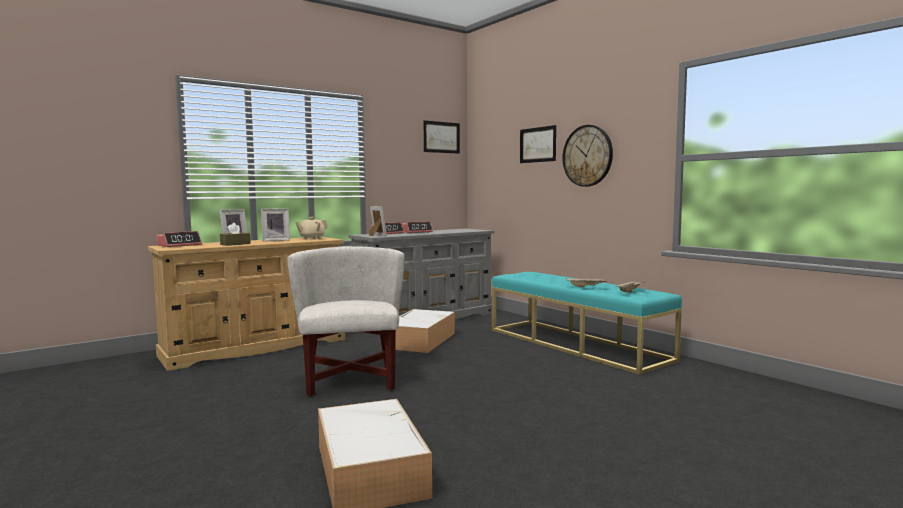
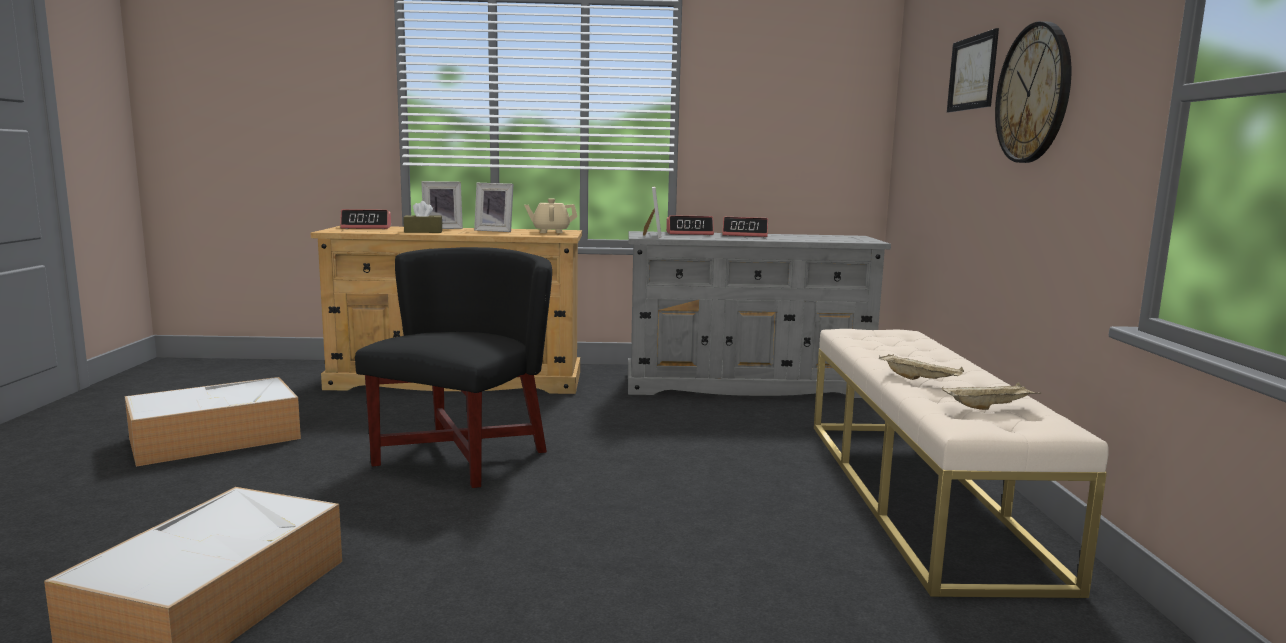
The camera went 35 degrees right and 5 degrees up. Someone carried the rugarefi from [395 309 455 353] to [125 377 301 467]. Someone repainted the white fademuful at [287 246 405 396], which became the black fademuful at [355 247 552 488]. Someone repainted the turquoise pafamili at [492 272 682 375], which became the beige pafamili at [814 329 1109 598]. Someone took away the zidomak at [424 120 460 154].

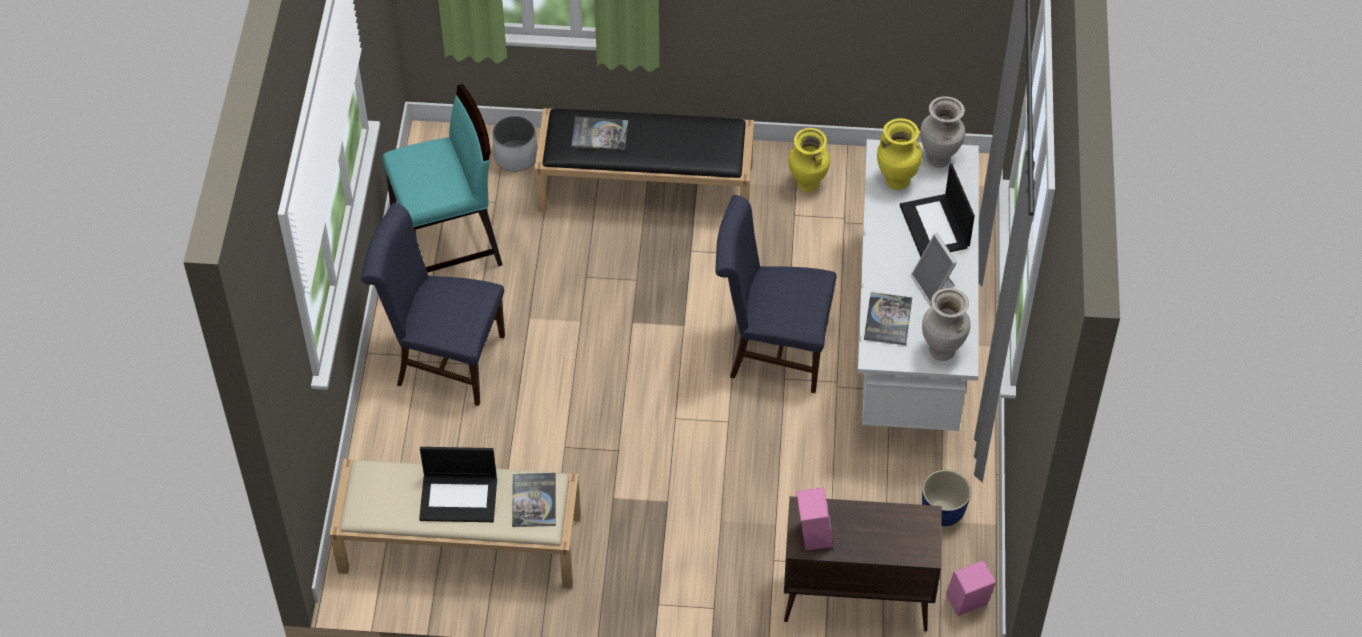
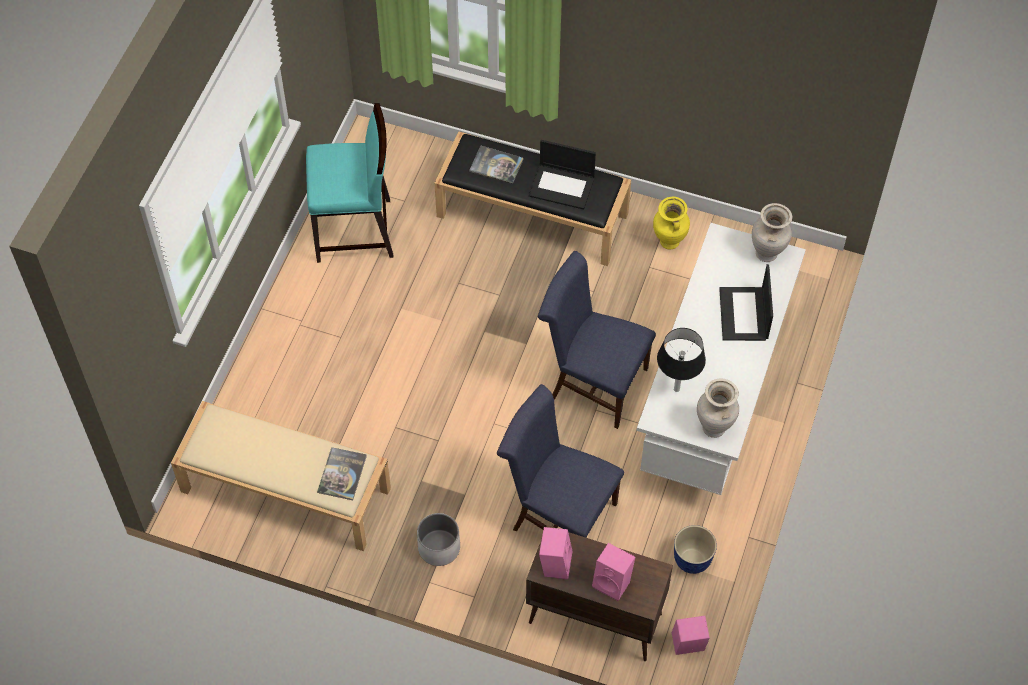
The camera went 15 degrees right and 5 degrees up. Someone carried the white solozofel from [492 116 537 172] to [417 513 460 566]. Someone carried the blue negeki from [361 203 505 406] to [497 384 624 537]. Someone carried the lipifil from [419 447 497 522] to [529 140 596 210]. Someone put down the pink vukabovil at [592 543 635 601]. Someone swapped the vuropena at [864 292 912 345] for the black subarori at [657 328 706 392]. Someone took away the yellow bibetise at [877 118 922 190]. Someone took away the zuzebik at [911 233 957 305].

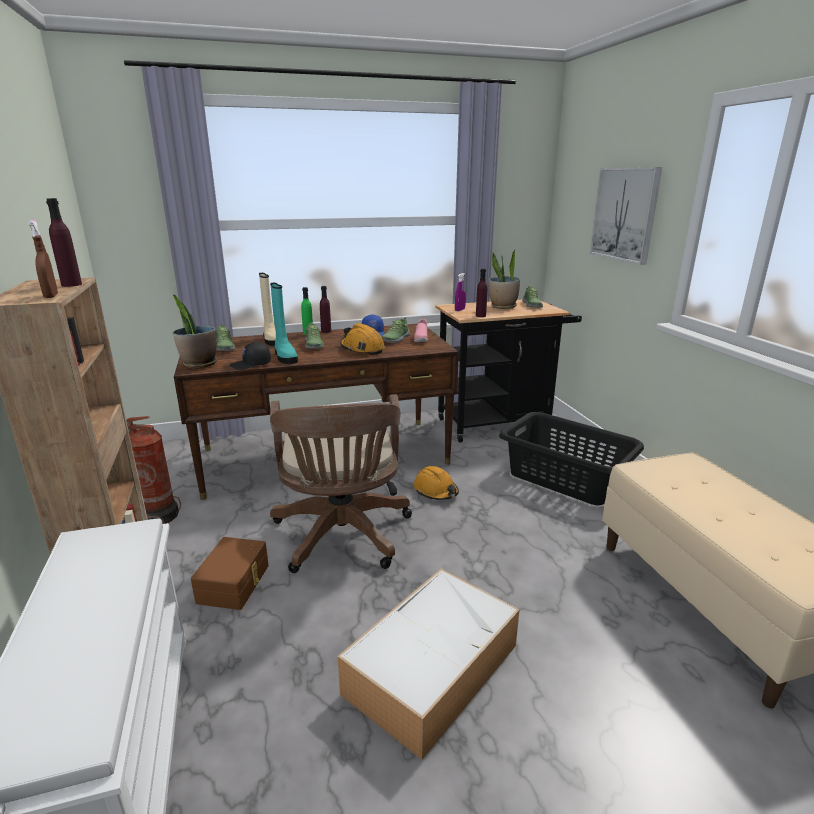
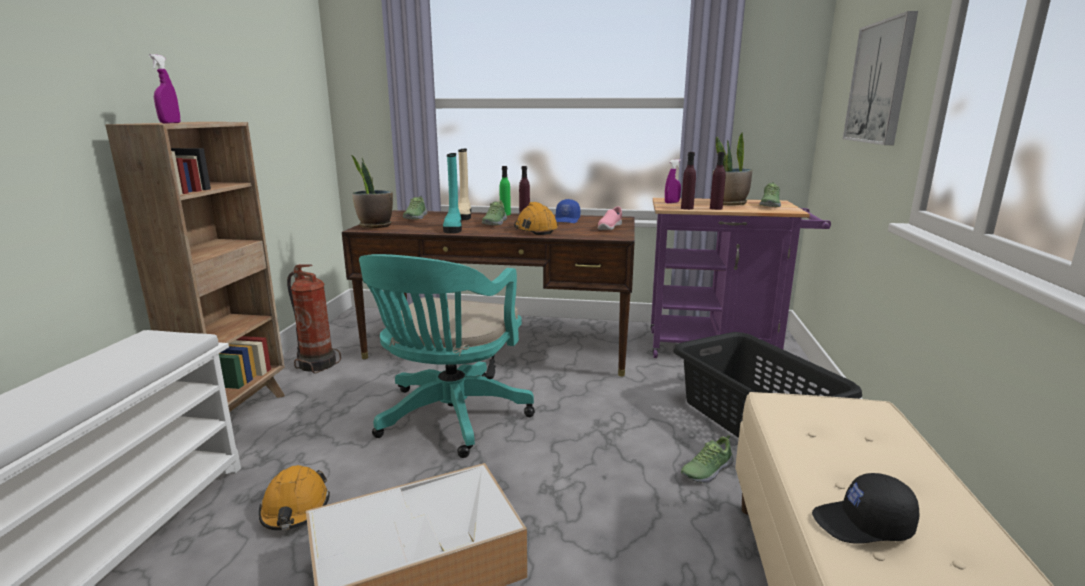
The camera went 25 degrees right and 5 degrees down. Someone repainted the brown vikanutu at [28 219 58 298], which became the purple vikanutu at [149 54 180 123]. Someone carried the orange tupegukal from [414 466 459 500] to [259 465 330 530]. Someone repainted the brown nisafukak at [270 394 412 573], which became the turquoise nisafukak at [359 254 535 458]. Someone repainted the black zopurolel at [435 300 582 443], which became the purple zopurolel at [651 198 831 358]. Someone carried the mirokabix from [382 317 410 343] to [681 435 734 483]. Someone carried the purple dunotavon from [46 198 82 287] to [710 152 726 210]. Someone carried the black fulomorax from [230 342 271 370] to [812 473 919 544]. Someone took away the brown rugarefi at [191 537 269 610].

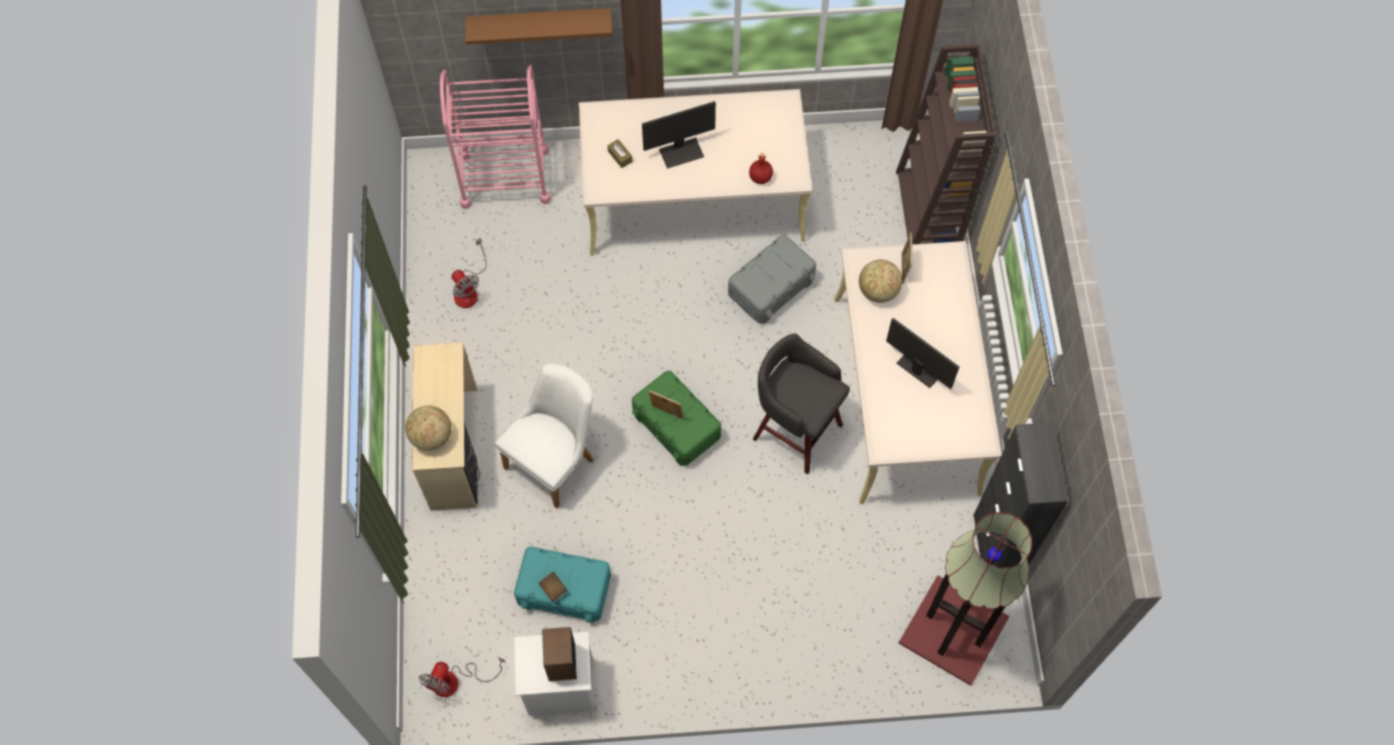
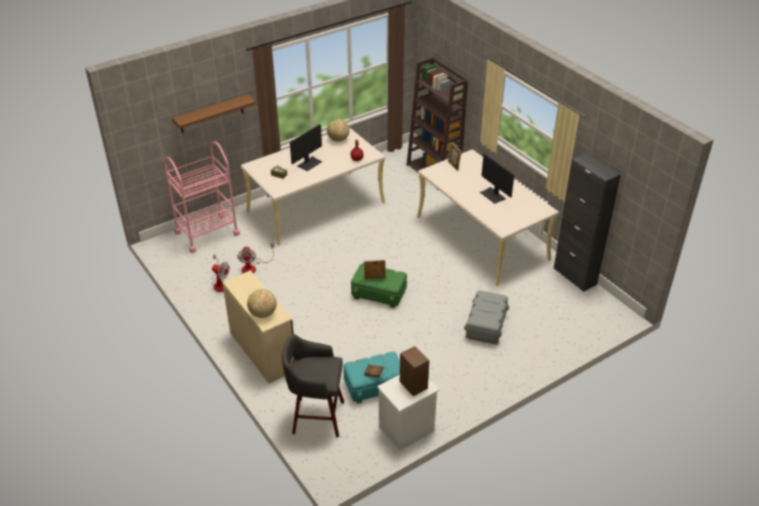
The camera went 30 degrees left and 25 degrees down. Someone carried the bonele from [419 657 506 697] to [237 243 274 273]. Someone carried the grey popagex from [753 333 850 474] to [282 334 344 437]. Someone carried the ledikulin from [859 259 902 303] to [327 119 349 142]. Someone carried the grey rugarefi from [728 235 816 324] to [464 290 509 345]. Someone rotated the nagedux at [886 318 959 389] by 135 degrees counterclockwise. Someone took away the white negeki at [495 364 593 508]. Someone took away the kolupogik at [899 512 1032 686].

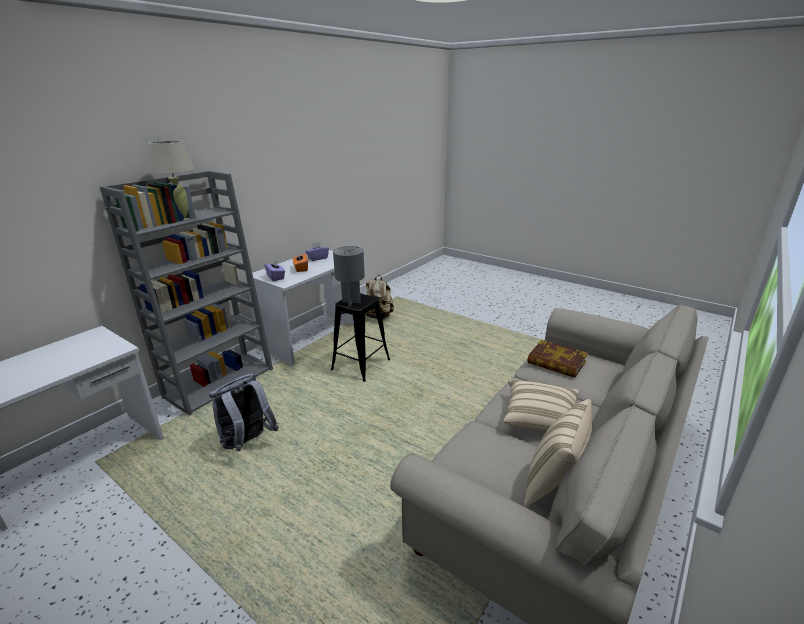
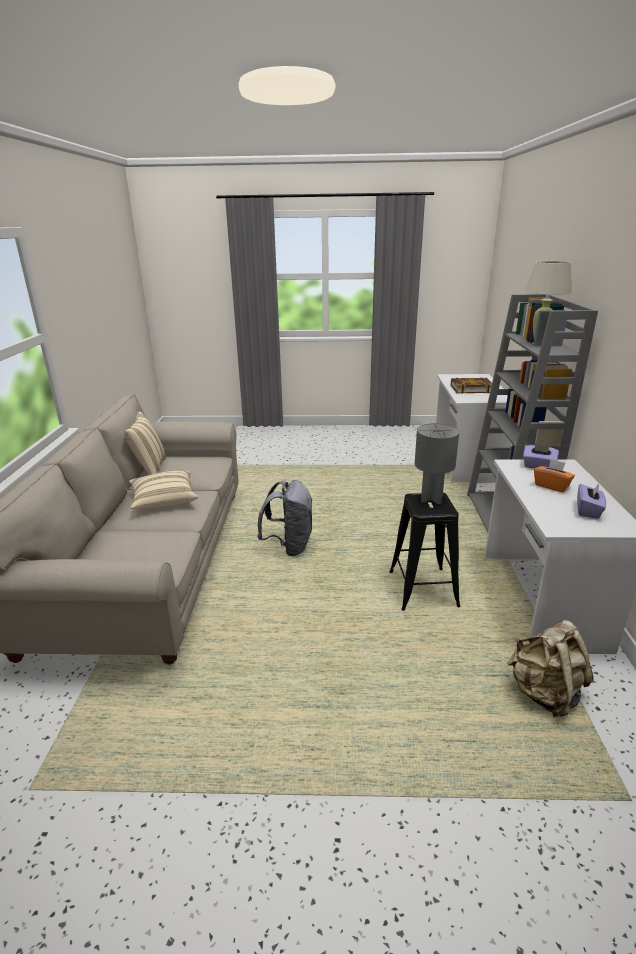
The camera went 145 degrees right and 0 degrees up. Someone carried the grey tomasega from [209 373 279 451] to [257 480 312 556]. Someone carried the vuropena from [527 340 588 378] to [451 377 492 394].

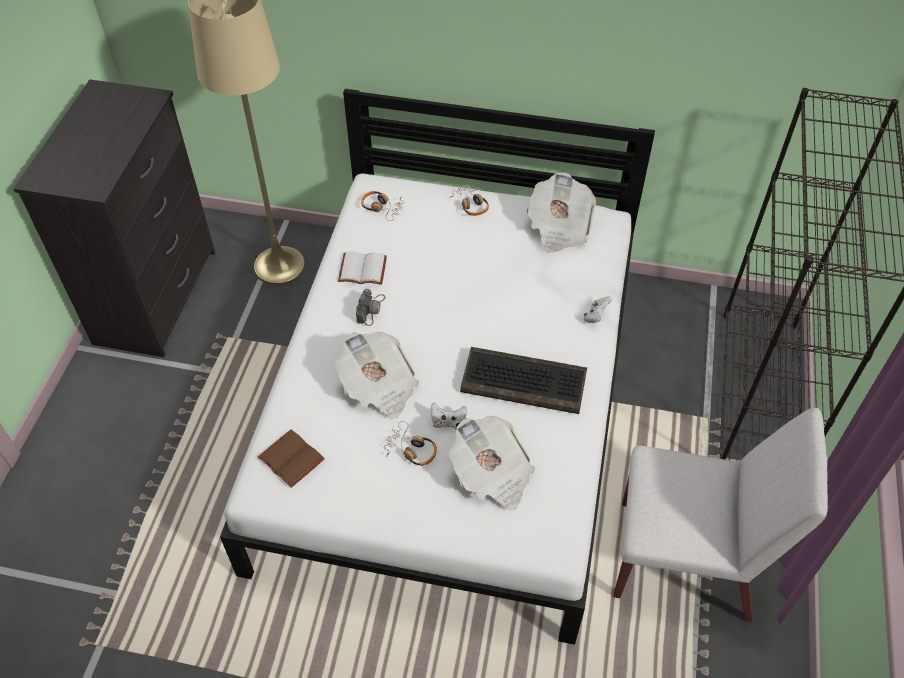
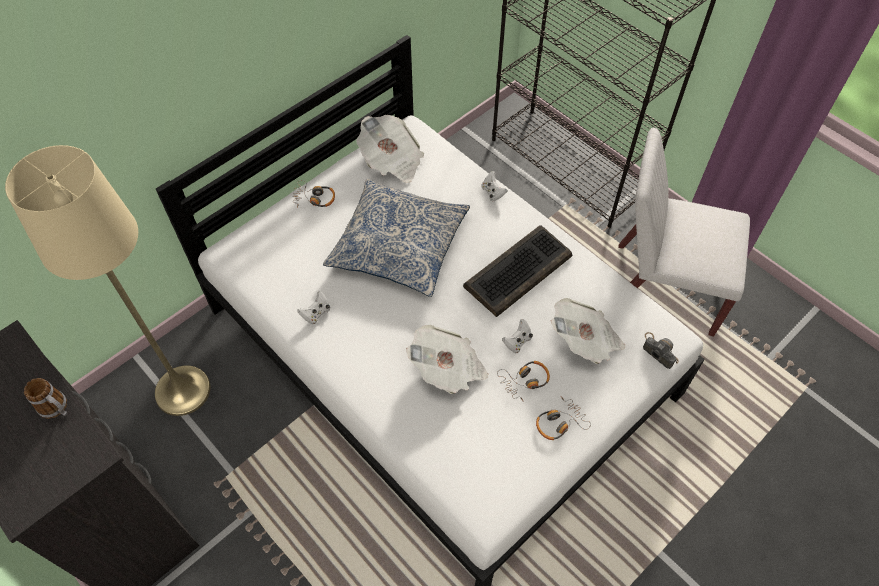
The camera went 55 degrees left and 5 degrees up. Someone put down the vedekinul at [24 378 67 419]. Someone swapped the white vuropena at [338 251 387 285] for the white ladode at [298 291 330 324]. Someone put down the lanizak at [323 179 470 297]. Someone carried the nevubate from [361 191 405 221] to [536 397 591 440]. Someone rotated the white negeki at [614 408 828 622] by 120 degrees counterclockwise. Someone carried the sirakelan from [356 289 385 326] to [643 332 679 369]. Someone took away the brown vuropena at [258 429 325 488].

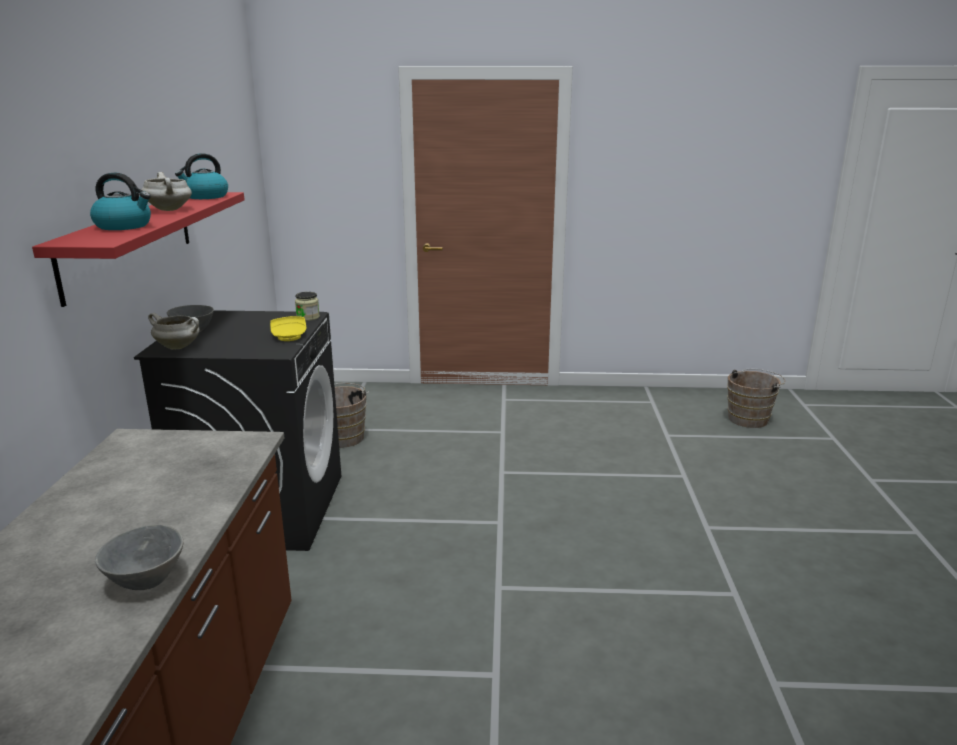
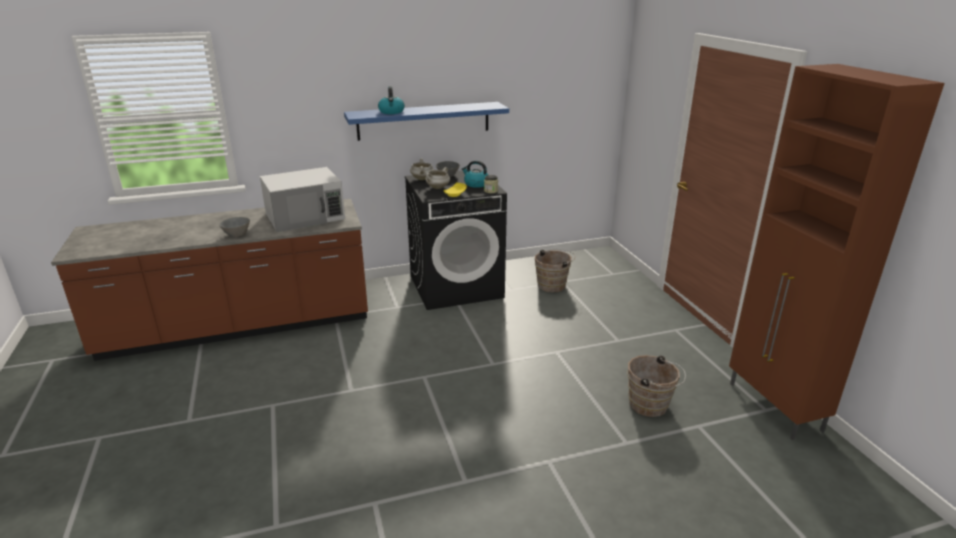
The camera went 70 degrees right and 5 degrees up. Someone put down the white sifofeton at [260 167 345 232]. Someone repainted the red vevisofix at [32 192 245 307], which became the blue vevisofix at [344 102 509 141]. Someone carried the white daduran from [141 172 192 211] to [425 167 450 189]. Someone carried the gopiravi from [175 153 228 199] to [462 160 488 188]. Someone carried the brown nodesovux from [727 369 785 428] to [627 355 686 417]. Someone put down the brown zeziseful at [729 64 945 440].

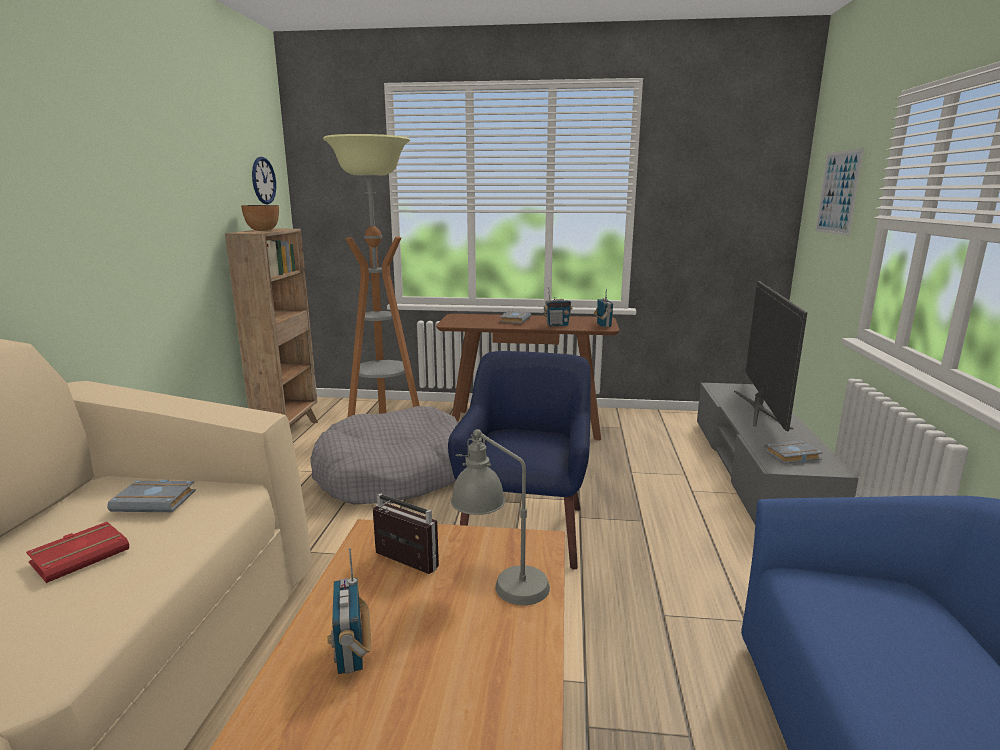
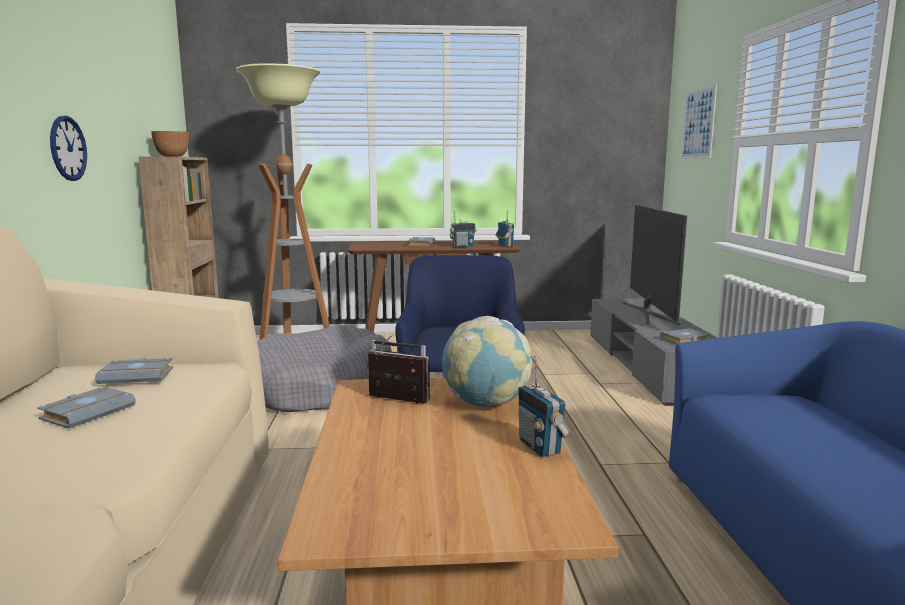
The camera went 10 degrees left and 5 degrees down. Someone repainted the red vuropena at [26 522 129 583], which became the grey vuropena at [37 386 136 429]. Someone carried the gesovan from [252 157 276 204] to [50 116 87 181]. Someone swapped the grey subarori at [451 429 550 605] for the ledikulin at [442 316 532 407]. Someone carried the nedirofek from [328 548 371 674] to [518 356 571 457].

